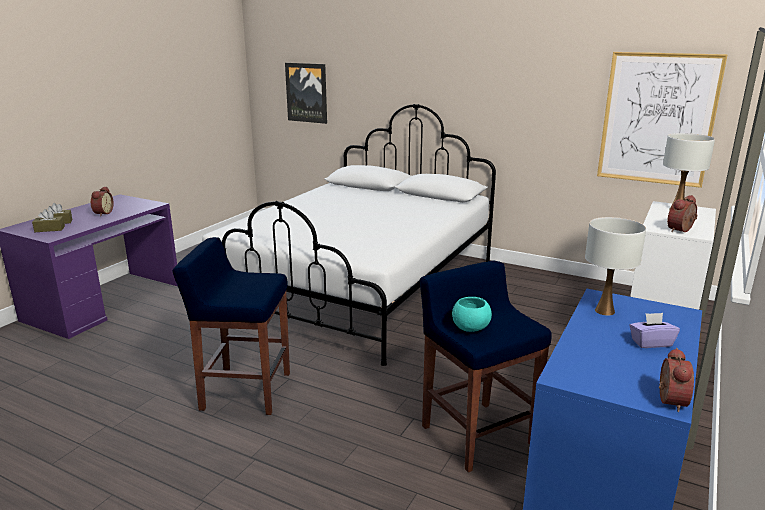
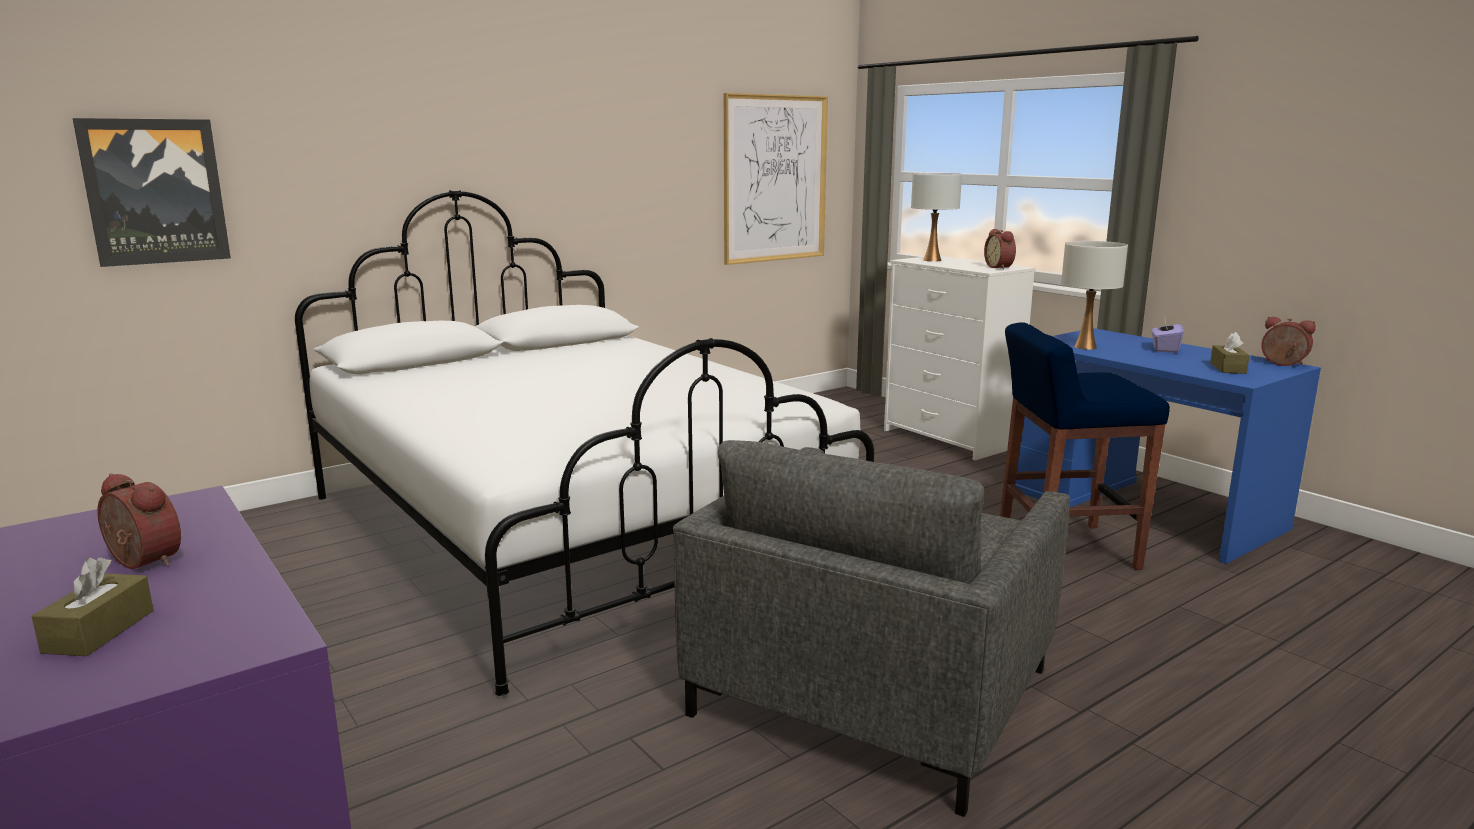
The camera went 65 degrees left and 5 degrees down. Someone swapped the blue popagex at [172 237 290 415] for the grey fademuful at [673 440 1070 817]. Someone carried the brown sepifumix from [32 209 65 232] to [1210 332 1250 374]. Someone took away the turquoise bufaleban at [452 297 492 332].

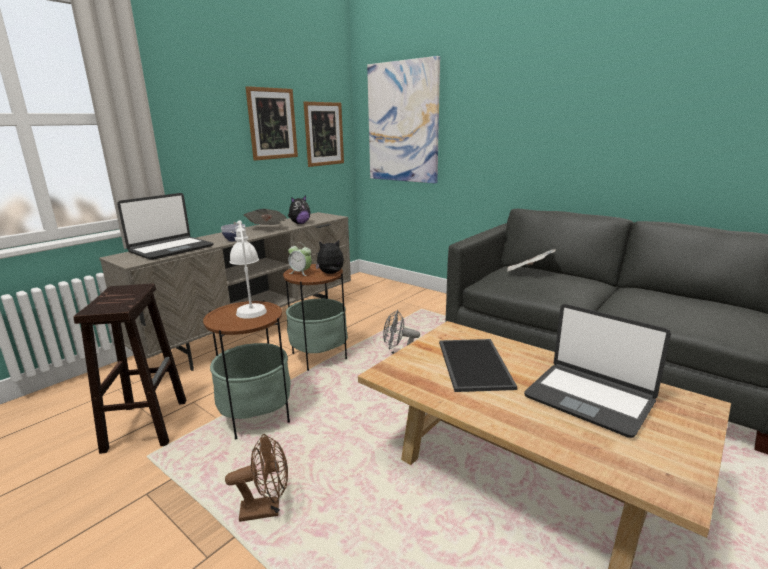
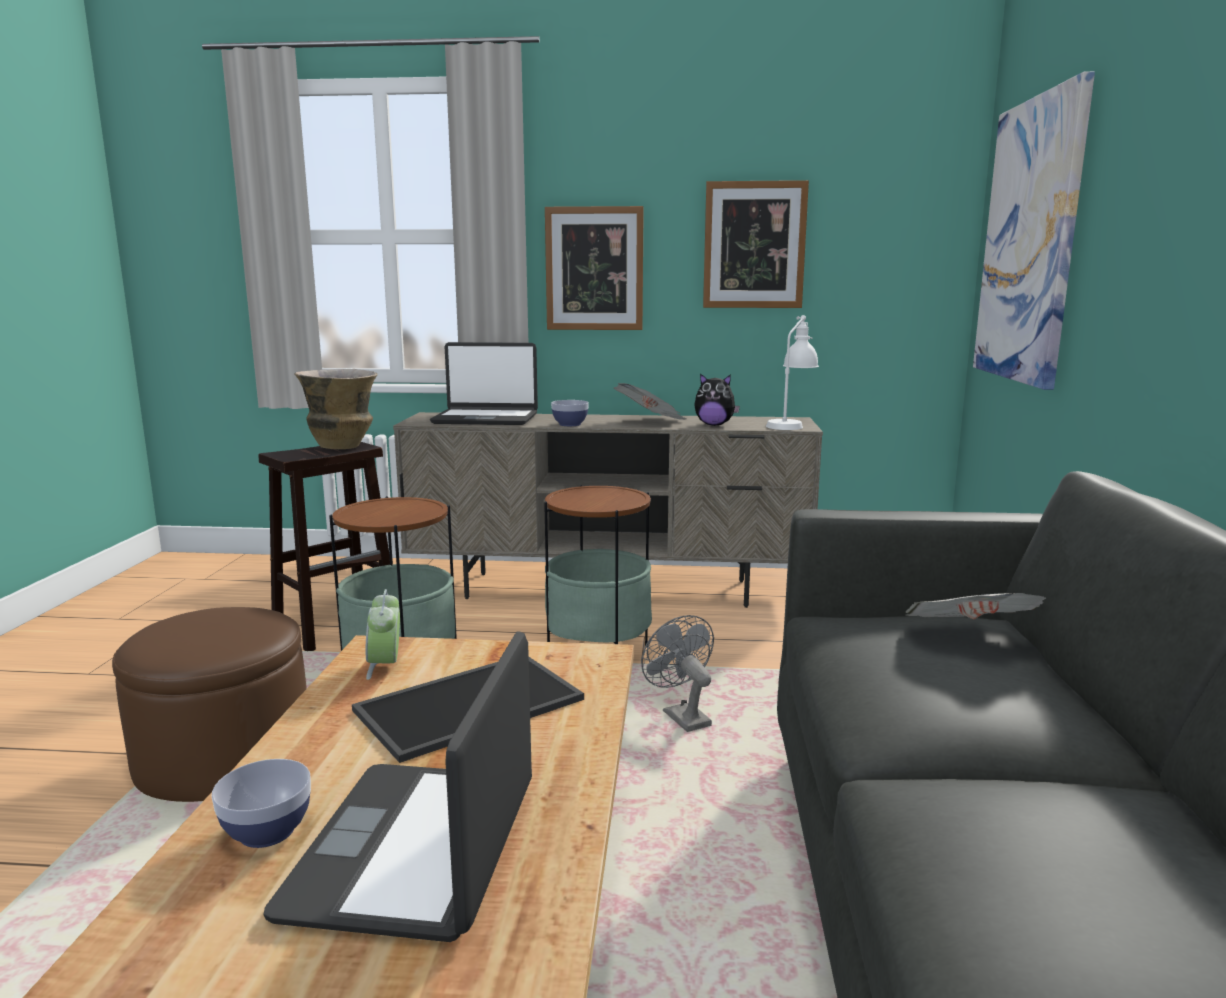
The camera went 55 degrees right and 5 degrees down. Someone swapped the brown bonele at [225 434 288 522] for the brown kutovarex at [112 607 307 802]. Someone put down the bufaleban at [212 759 311 848]. Someone put down the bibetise at [294 369 378 449]. Someone carried the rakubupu from [288 243 312 276] to [366 589 400 680]. Someone carried the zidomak from [303 102 344 167] to [545 206 644 330]. Someone carried the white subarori from [230 221 267 319] to [766 315 819 430]. Someone took away the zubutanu at [316 240 344 274].

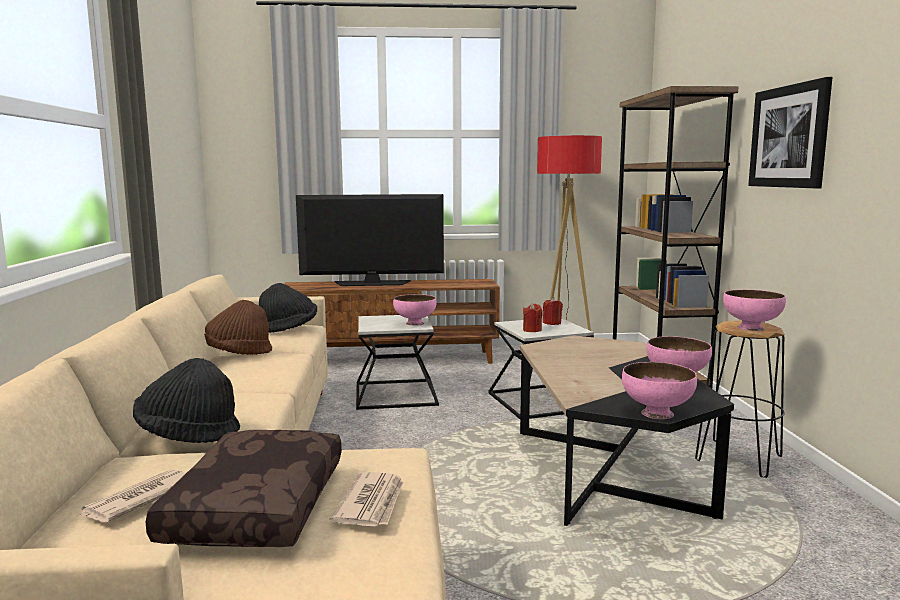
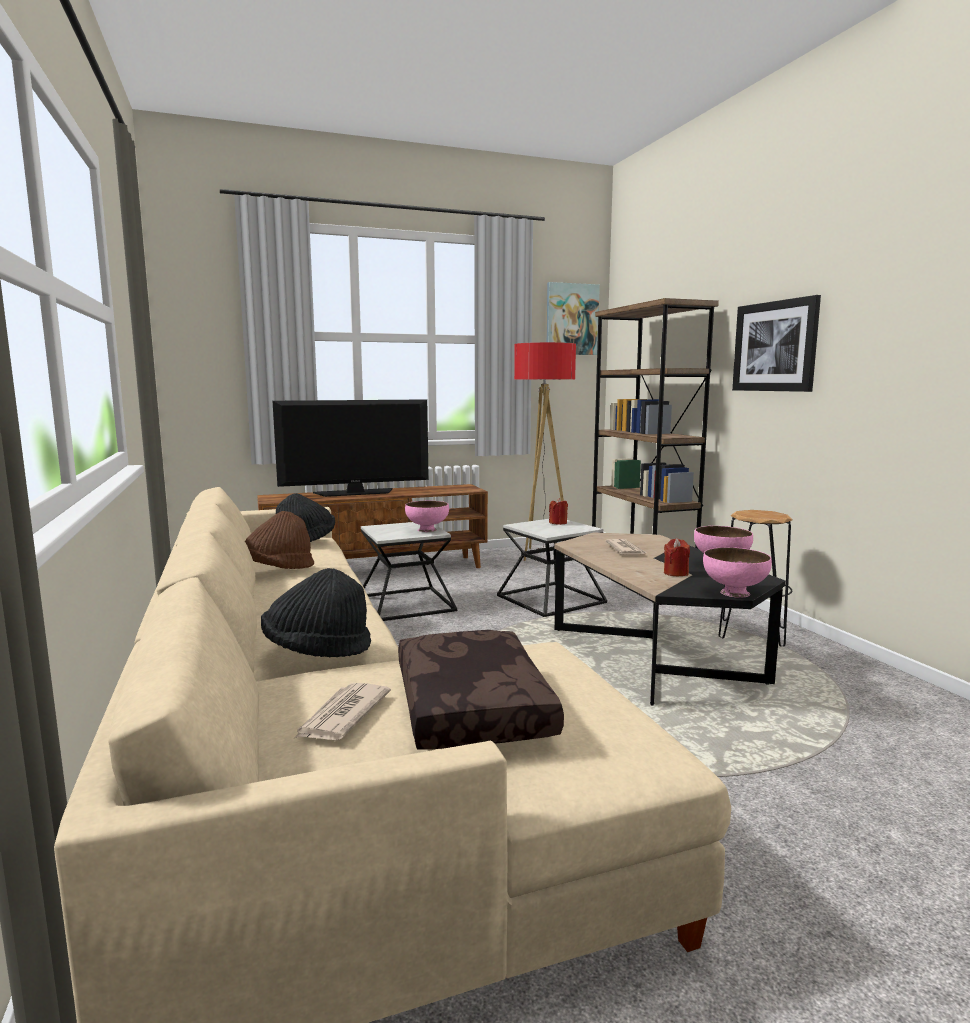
The camera went 15 degrees left and 0 degrees up. Someone put up the zidomak at [546 282 600 355]. Someone carried the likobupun from [330 472 403 527] to [605 539 647 554]. Someone carried the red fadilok from [523 303 543 332] to [664 538 690 576]. Someone took away the pink bufaleban at [723 290 786 331].

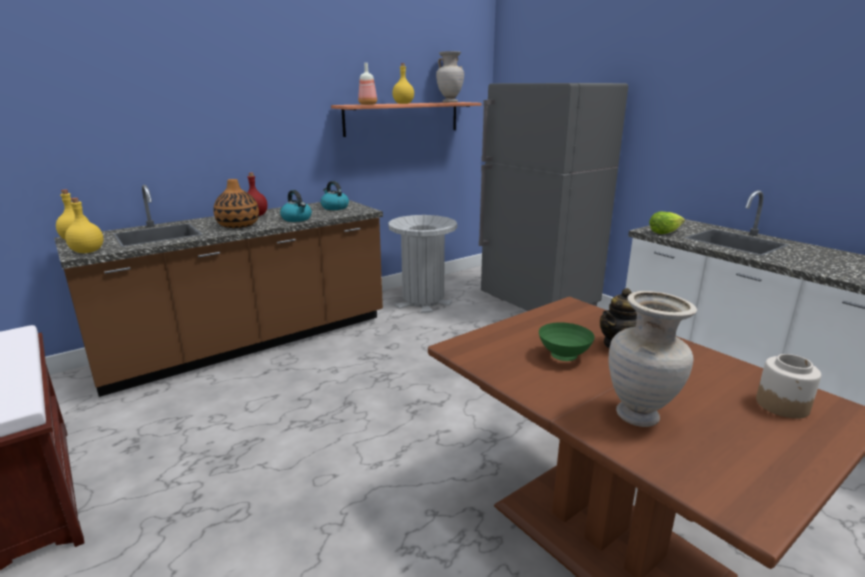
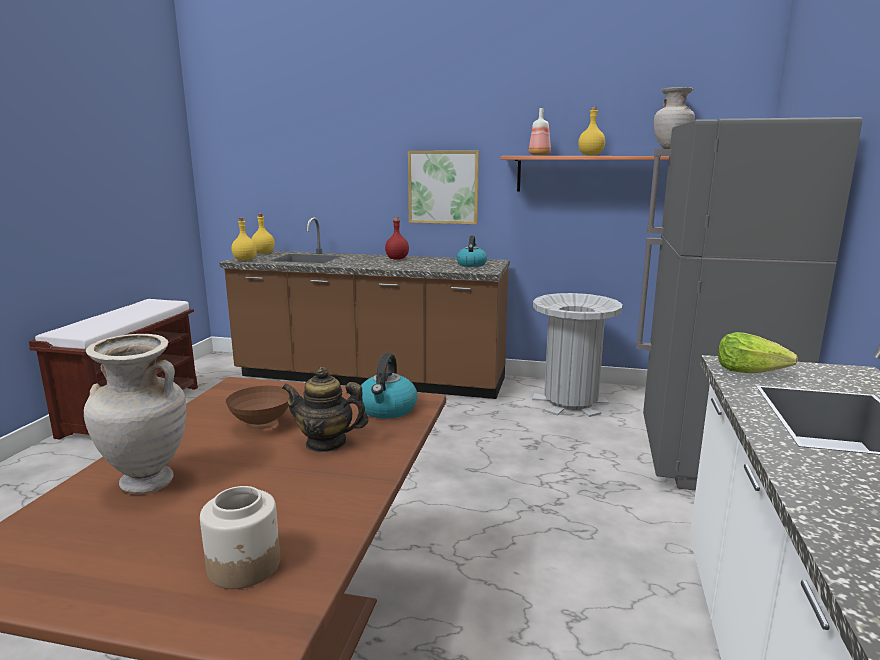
The camera went 50 degrees right and 5 degrees down. Someone repainted the green bufaleban at [539 322 595 361], which became the brown bufaleban at [226 386 290 430]. Someone carried the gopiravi from [280 190 312 222] to [361 353 418 419]. Someone put up the zidomak at [408 151 479 224]. Someone took away the bibetise at [213 179 259 228].

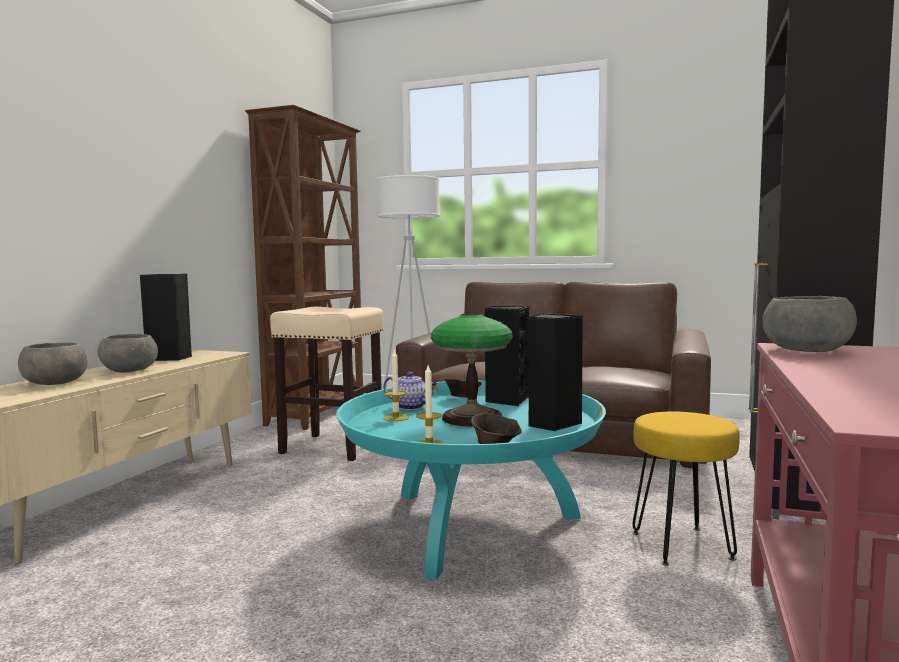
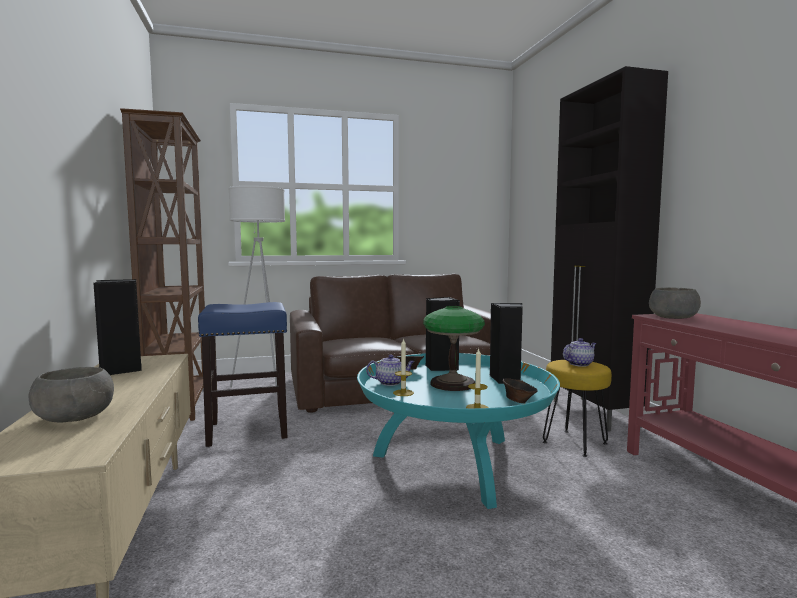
The camera went 35 degrees left and 0 degrees up. Someone repainted the beige popagex at [270 307 383 461], which became the blue popagex at [198 302 287 447]. Someone put down the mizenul at [563 338 597 367]. Someone took away the grey bufaleban at [98 334 158 373].

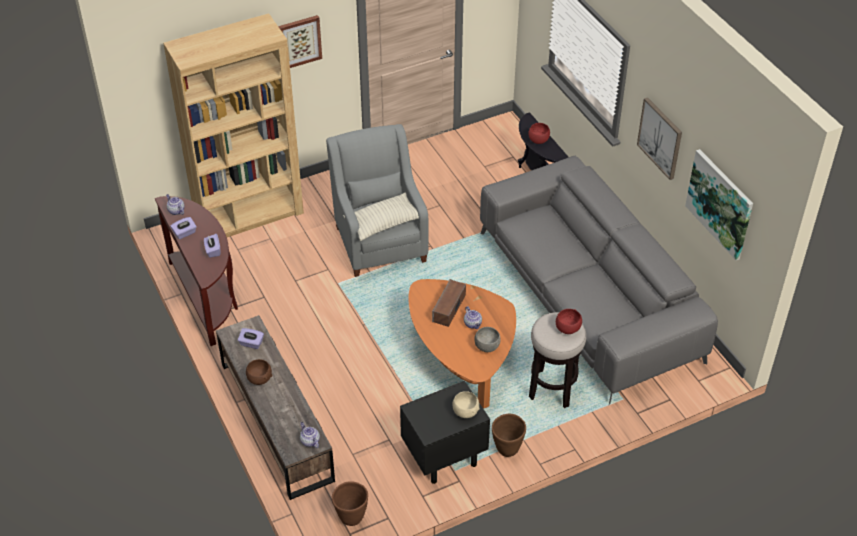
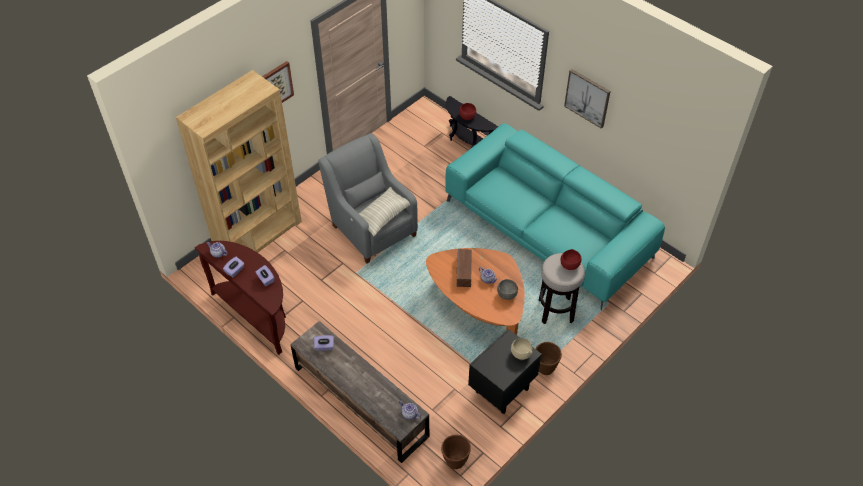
The camera went 20 degrees left and 5 degrees up. Someone repainted the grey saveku at [480 156 718 405], which became the turquoise saveku at [445 123 665 311]. Someone took away the brown bufaleban at [246 359 272 385]. Someone took away the zidomak at [685 149 753 260].

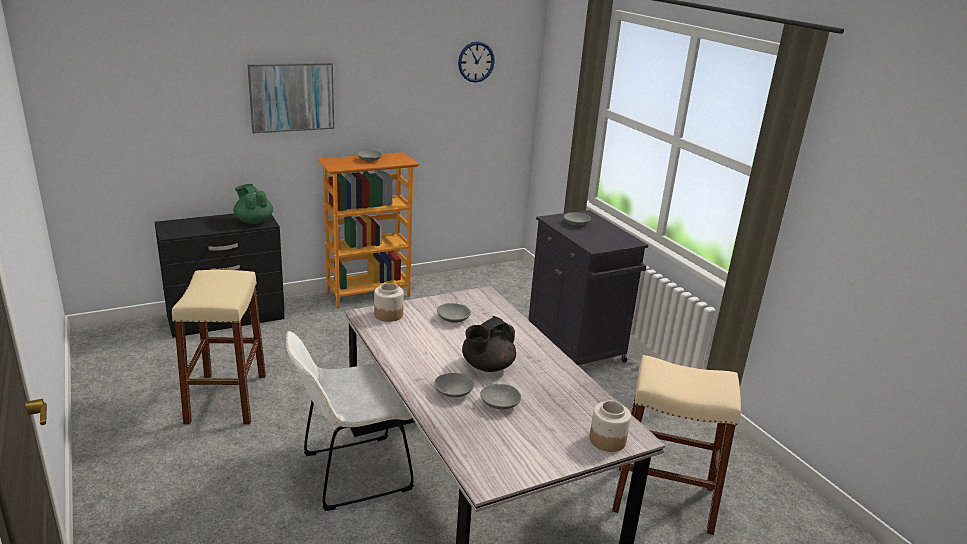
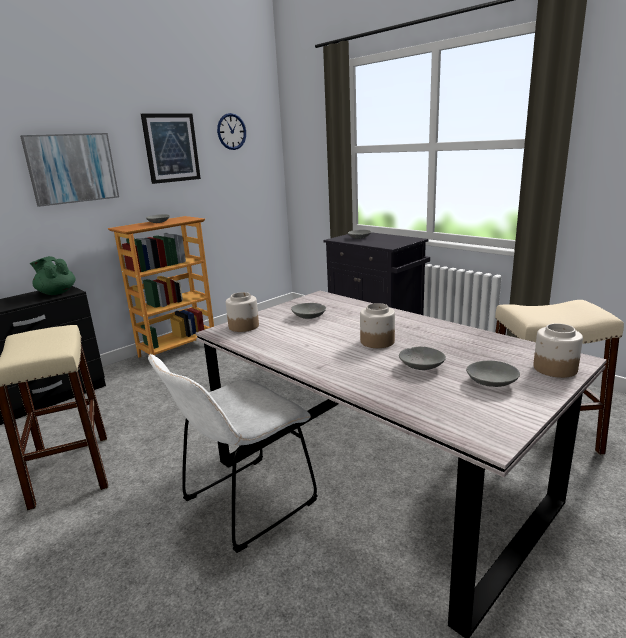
The camera went 15 degrees left and 5 degrees down. Someone put up the zidomak at [141 113 201 184]. Someone swapped the black mizenul at [462 316 516 372] for the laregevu at [360 303 395 348]. Someone carried the grey bufaleban from [434 373 474 398] to [466 361 520 387].

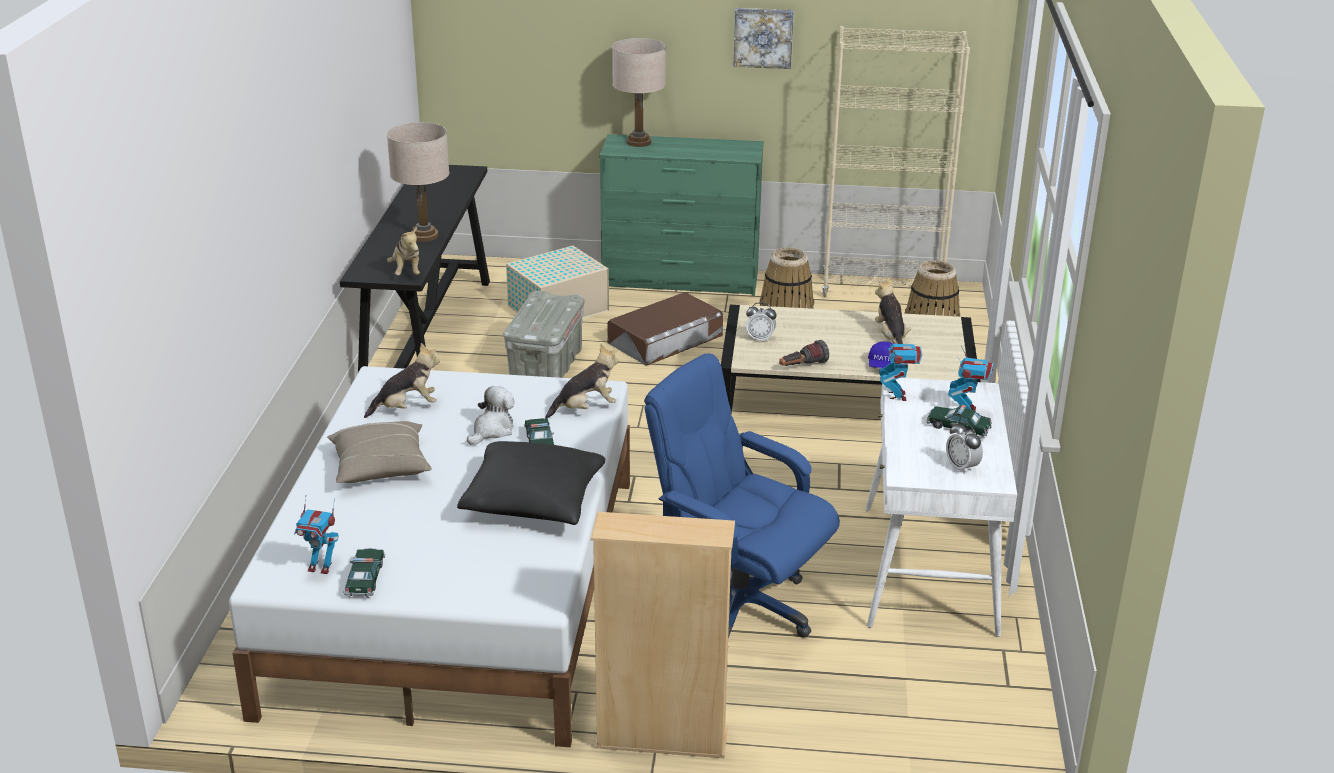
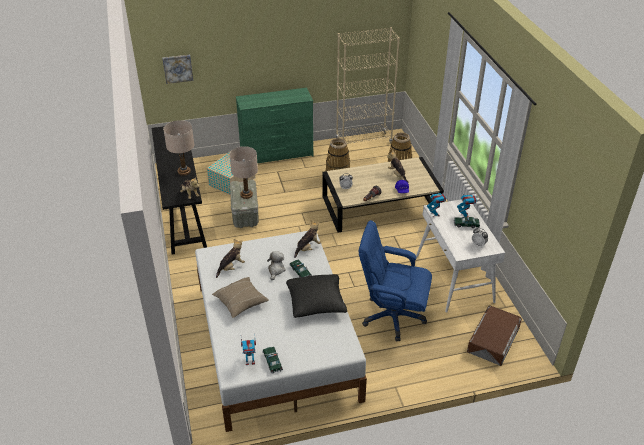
The camera went 20 degrees left and 10 degrees up. Someone carried the zidomak from [734 8 794 69] to [162 55 193 84]. Someone carried the beige subarori from [612 38 666 147] to [230 146 258 199]. Someone carried the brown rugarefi from [607 292 723 365] to [467 306 522 366]. Someone took away the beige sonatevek at [591 512 735 758].

